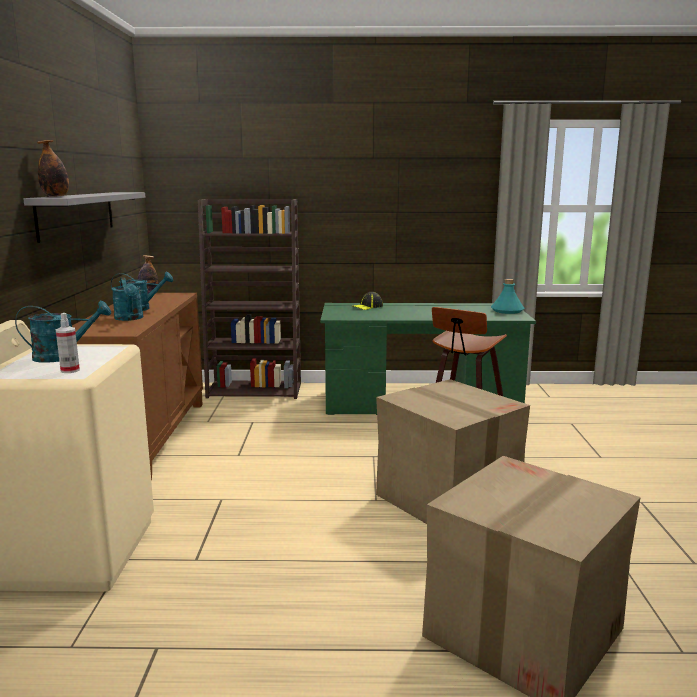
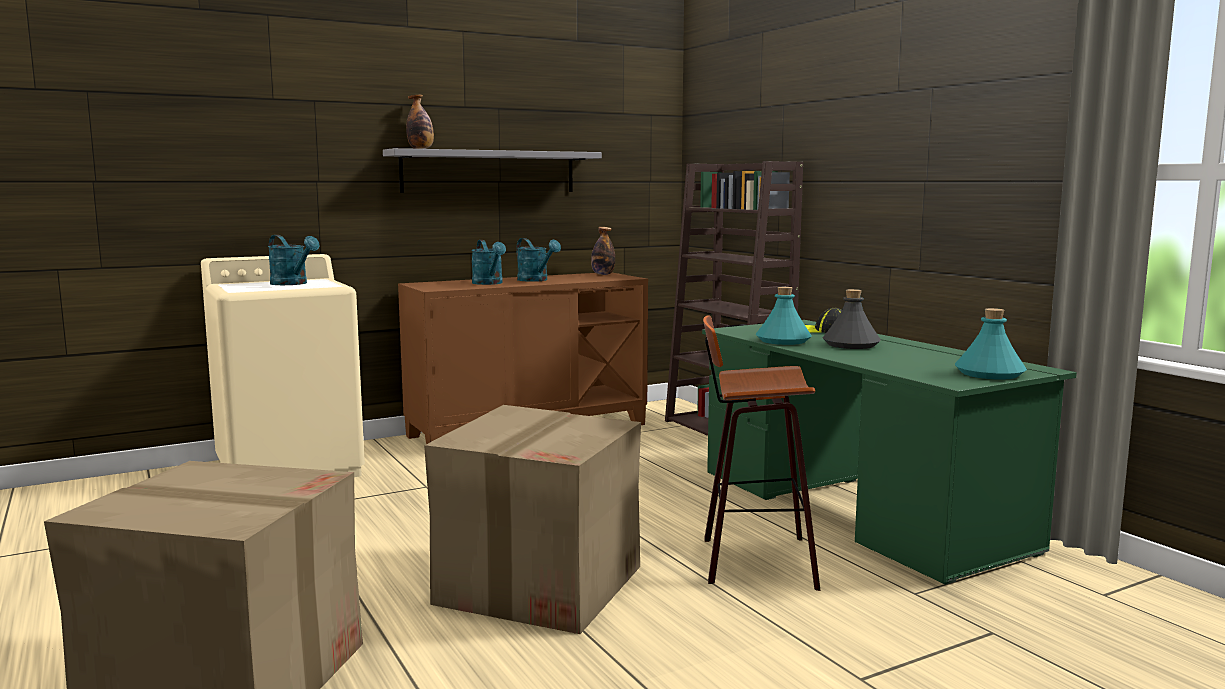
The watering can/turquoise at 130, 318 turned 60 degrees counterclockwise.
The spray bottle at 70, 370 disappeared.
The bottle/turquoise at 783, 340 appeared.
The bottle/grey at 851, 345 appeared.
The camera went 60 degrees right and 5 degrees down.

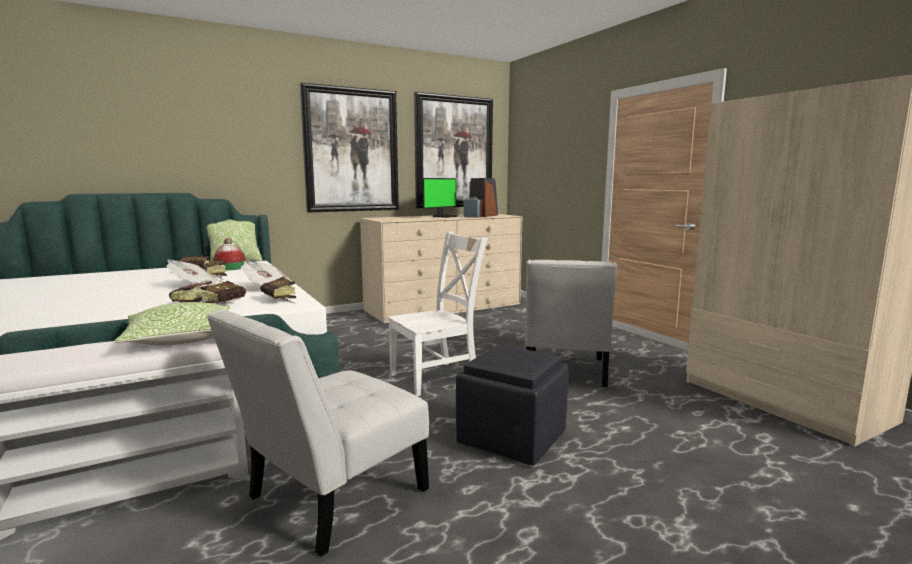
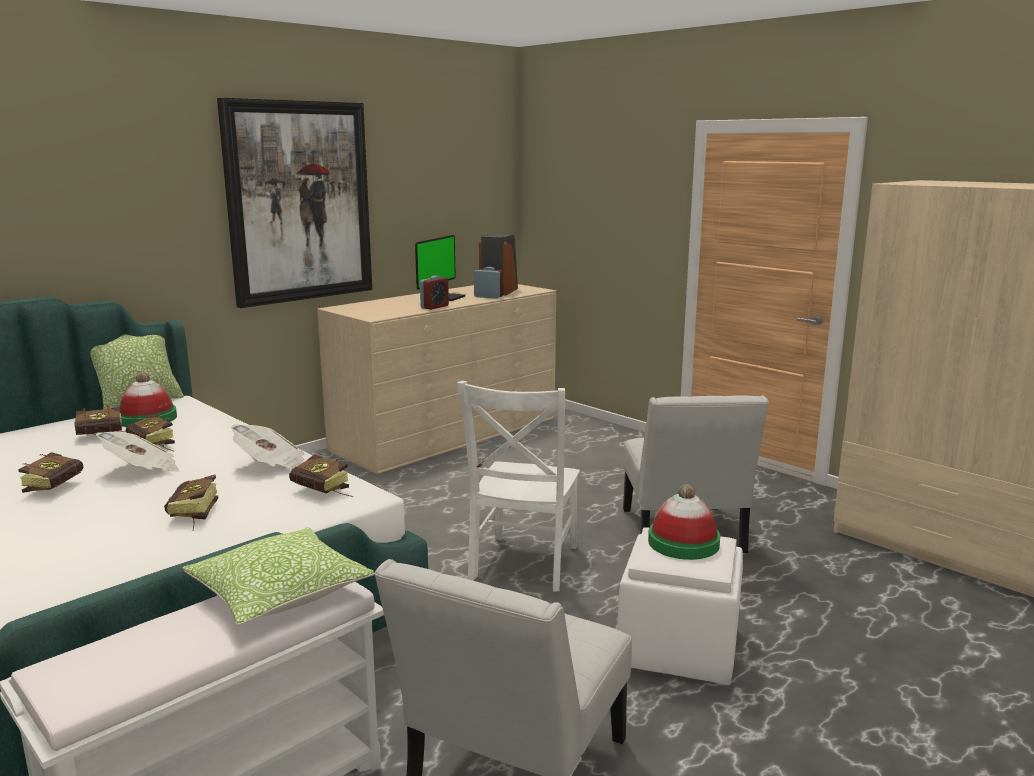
The picture at 453, 152 disappeared.
The chair/white at 437, 377 turned 150 degrees clockwise.
The book moved from 228, 304 to 58, 486.
The ottoman/black at 513, 438 became the ottoman/white at 679, 648.
The alarm clock at 434, 307 appeared.
The hat at 683, 543 appeared.
The camera went 15 degrees left and 5 degrees up.

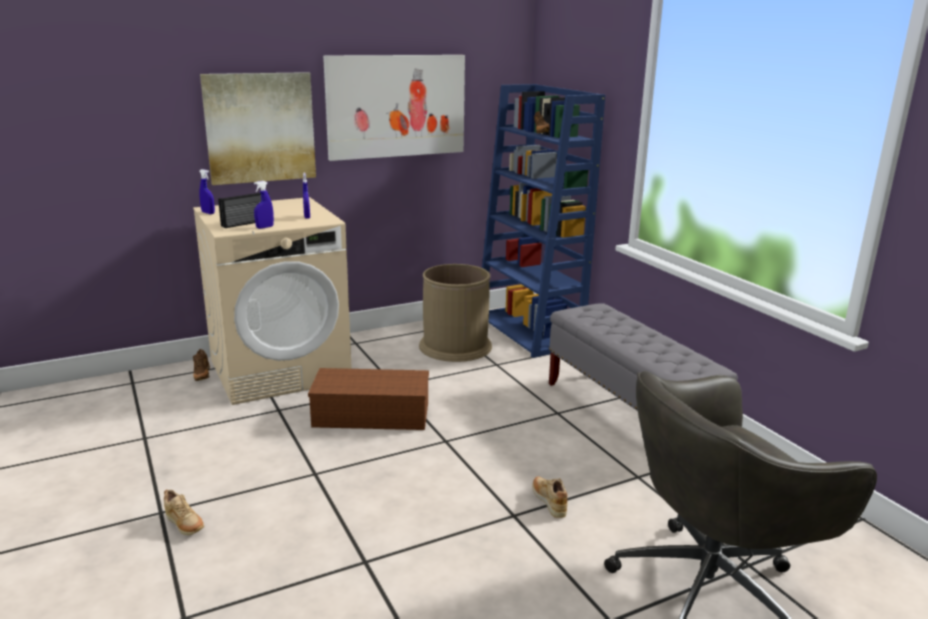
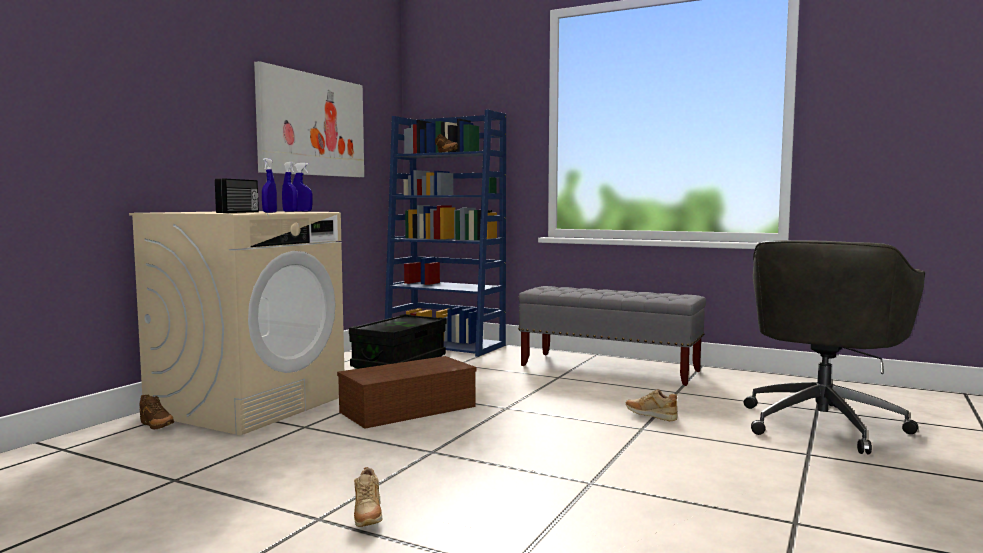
The picture at 260, 127 disappeared.
The spray bottle/blue moved from 208, 213 to 302, 211.
The trash can/brown at 455, 346 was replaced by the storage box/black at 399, 362.
The shoe/beige at 184, 525 turned 75 degrees clockwise.
The camera went 35 degrees left and 15 degrees down.

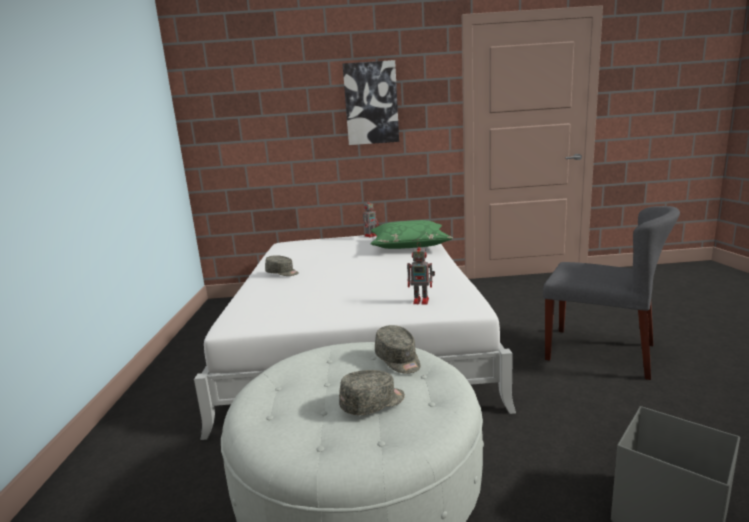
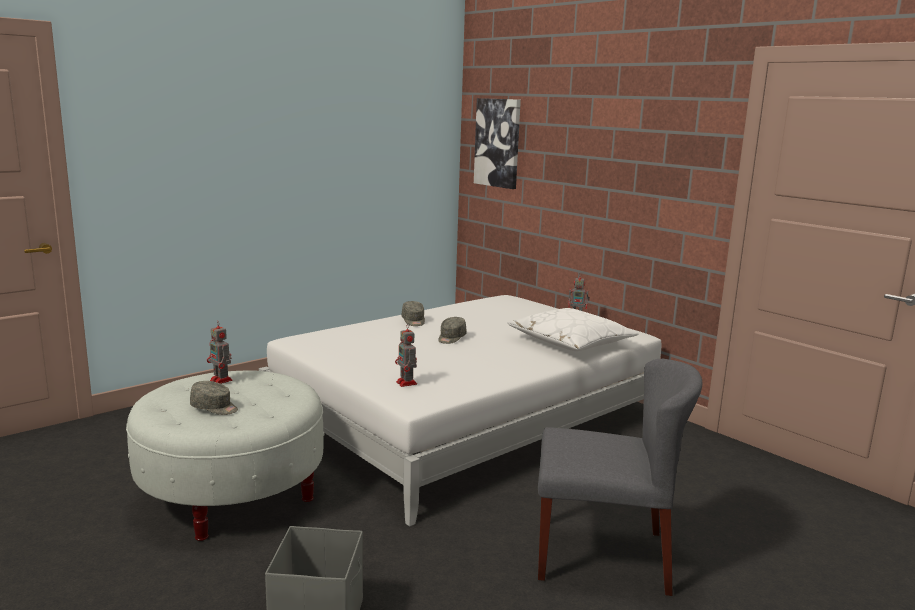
The picture moved from 371, 103 to 498, 143.
The chair/grey at 601, 352 turned 75 degrees counterclockwise.
The pillow/green at 409, 245 became the pillow/white at 571, 342.
The cap/grey moved from 398, 360 to 451, 338.
The toy robot at 221, 380 appeared.
The camera went 50 degrees right and 0 degrees up.

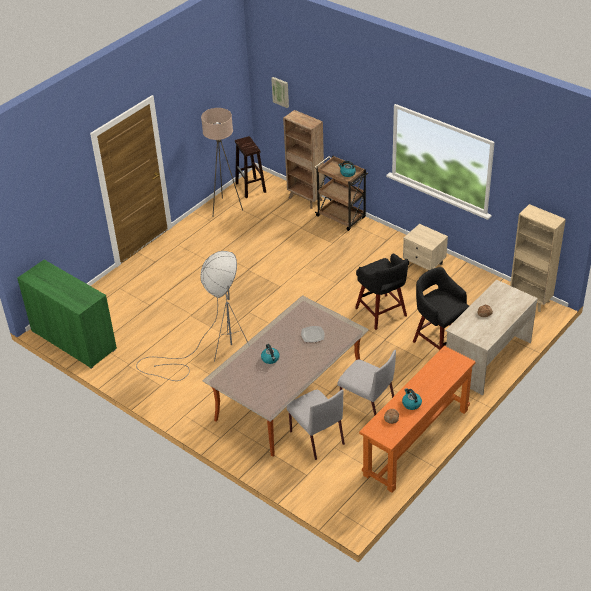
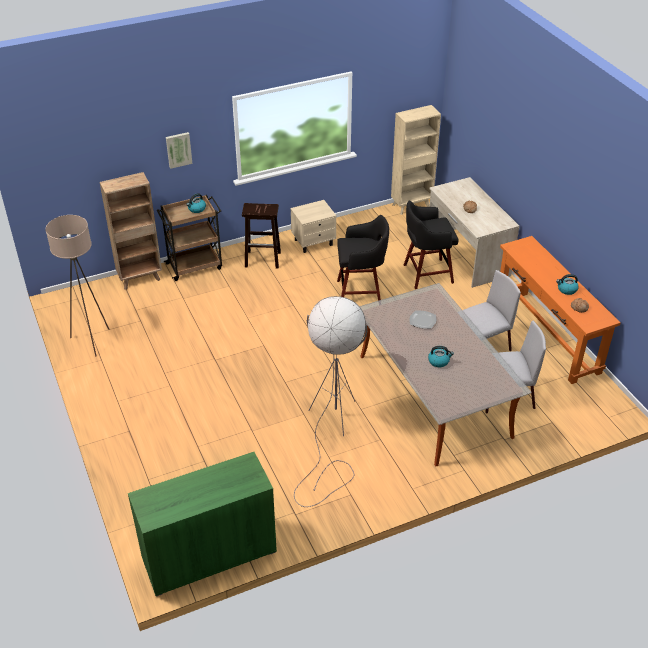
The picture moved from 281, 91 to 178, 149.
The stool/brown moved from 251, 188 to 263, 259.
The camera went 65 degrees left and 0 degrees up.

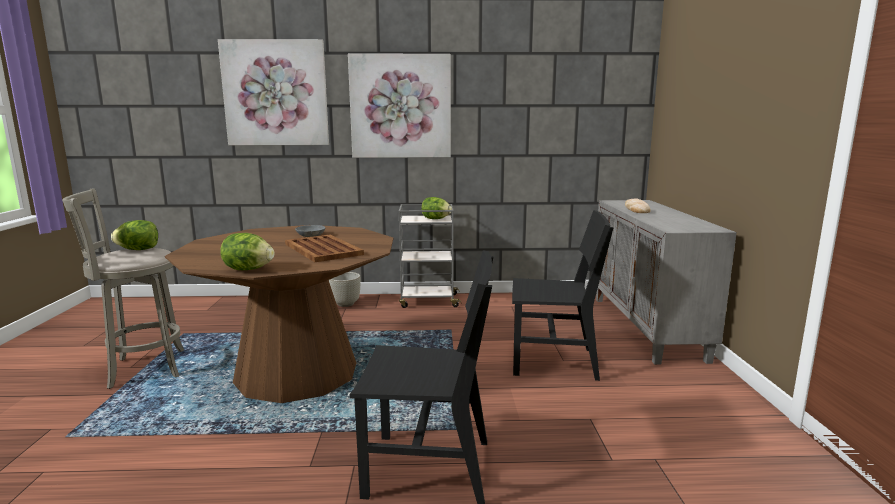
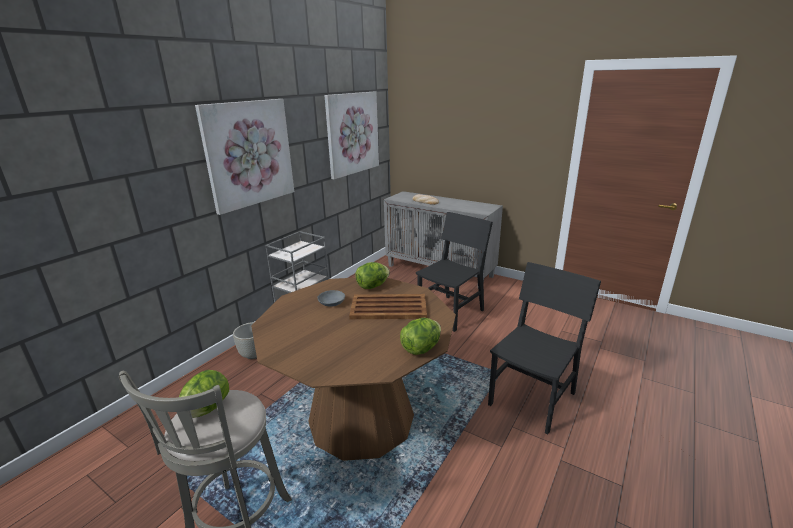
The picture moved from 275, 93 to 352, 133.
The lettuce moved from 435, 219 to 372, 286.
The camera went 55 degrees left and 10 degrees up.

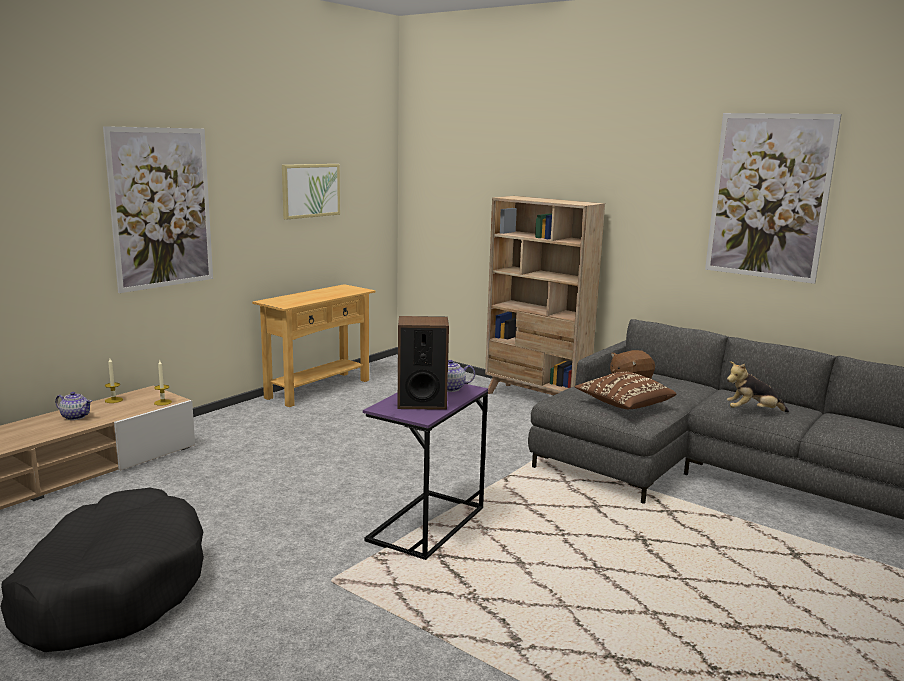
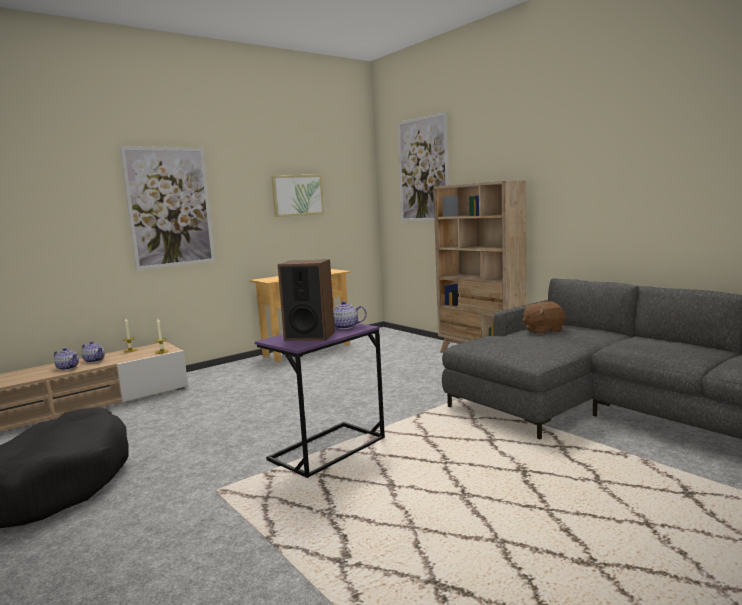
The picture moved from 769, 197 to 423, 169.
The plush toy at 752, 412 disappeared.
The pillow/brown at 623, 404 disappeared.
The teapot at 67, 368 appeared.
The camera went 15 degrees right and 5 degrees down.

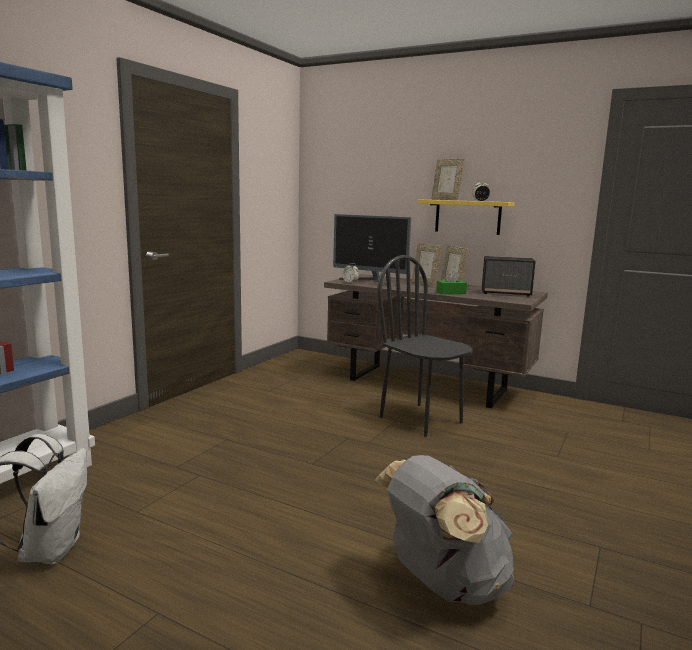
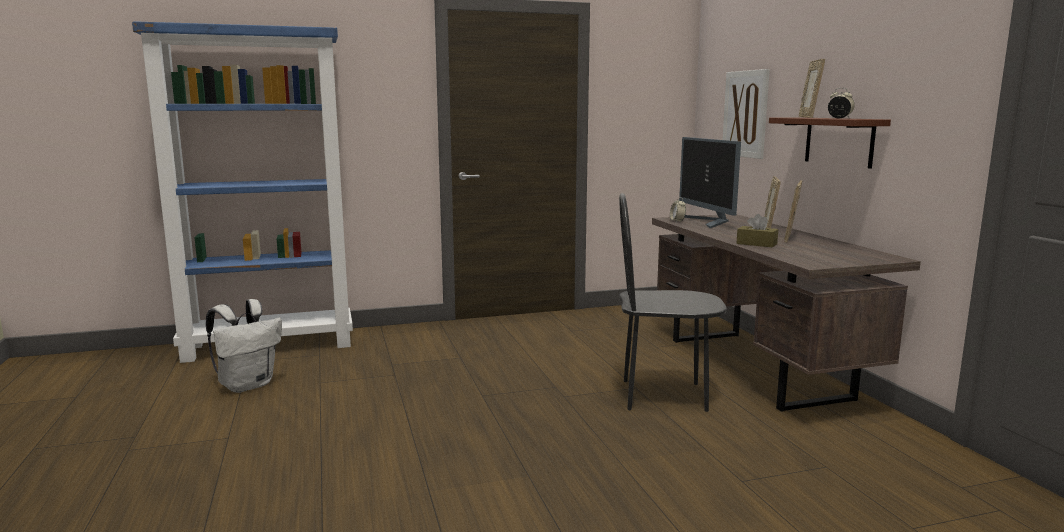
The shelf/yellow at 467, 217 became the shelf/brown at 839, 141.
The chair/black at 421, 419 turned 90 degrees counterclockwise.
The speaker at 506, 293 disappeared.
The tissue box/green at 451, 293 became the tissue box/brown at 756, 244.
The backpack/grey at 443, 583 disappeared.
The picture at 745, 114 appeared.
The camera went 45 degrees right and 0 degrees up.

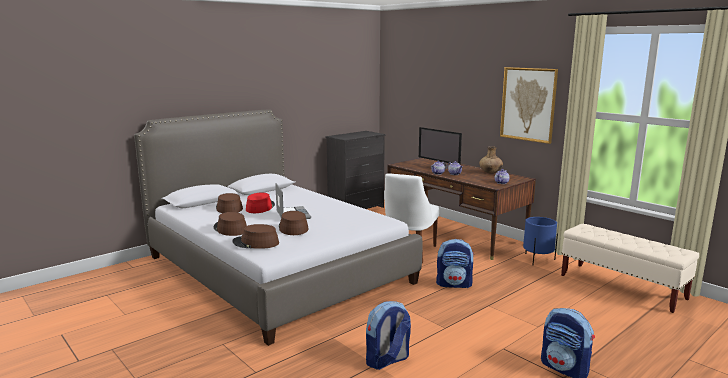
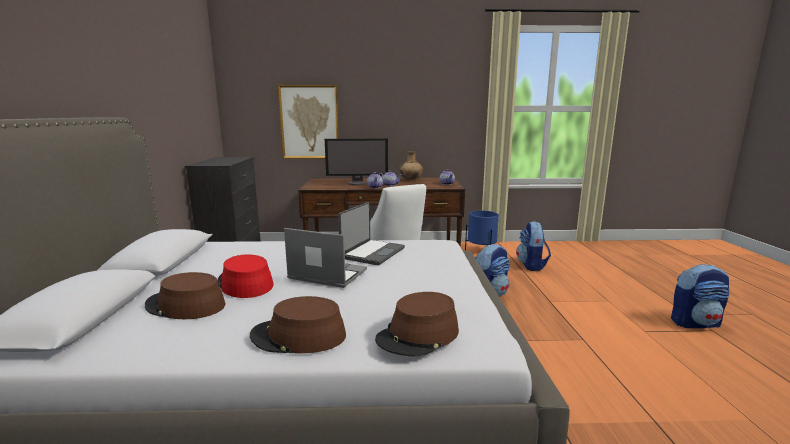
The picture moved from 528, 104 to 309, 122.
The hat/brown at 293, 228 disappeared.
The bench/beige at 622, 287 disappeared.
The backpack moved from 387, 361 to 531, 265.
The laptop at 372, 253 appeared.
The camera went 50 degrees left and 0 degrees up.

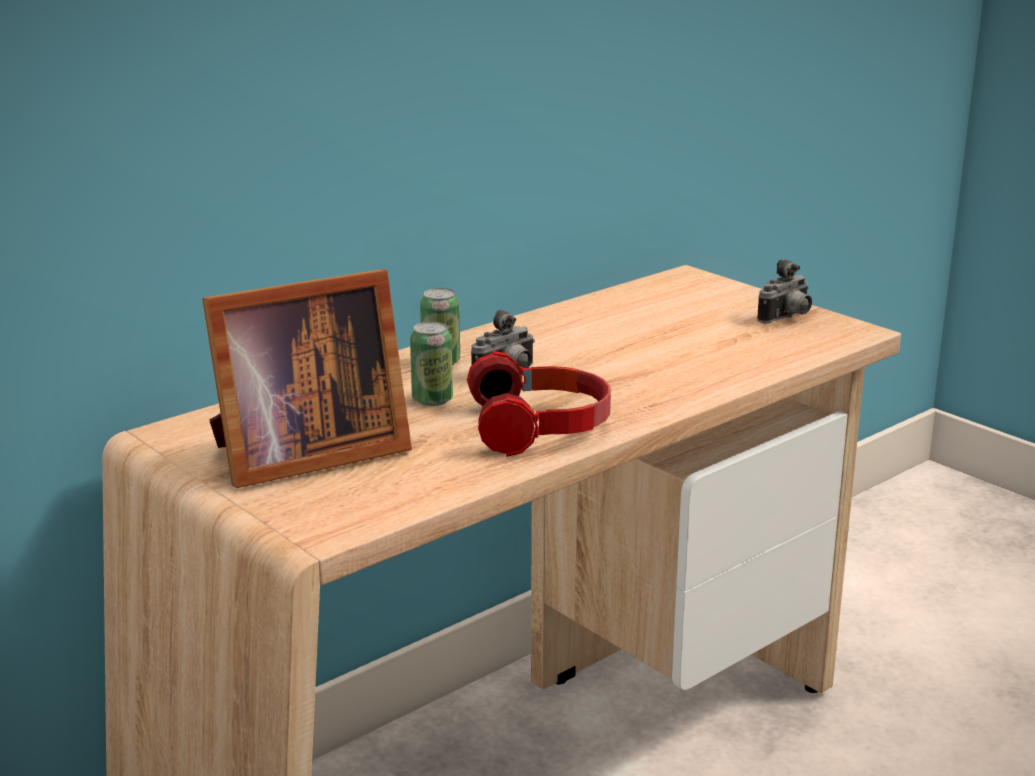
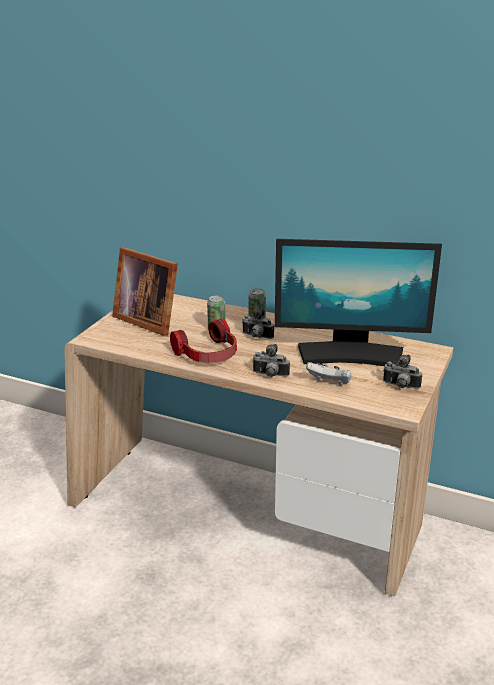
The monitor at 350, 354 appeared.
The photo camera at 270, 375 appeared.
The game controller/white at 329, 384 appeared.
The camera went 65 degrees right and 5 degrees up.

